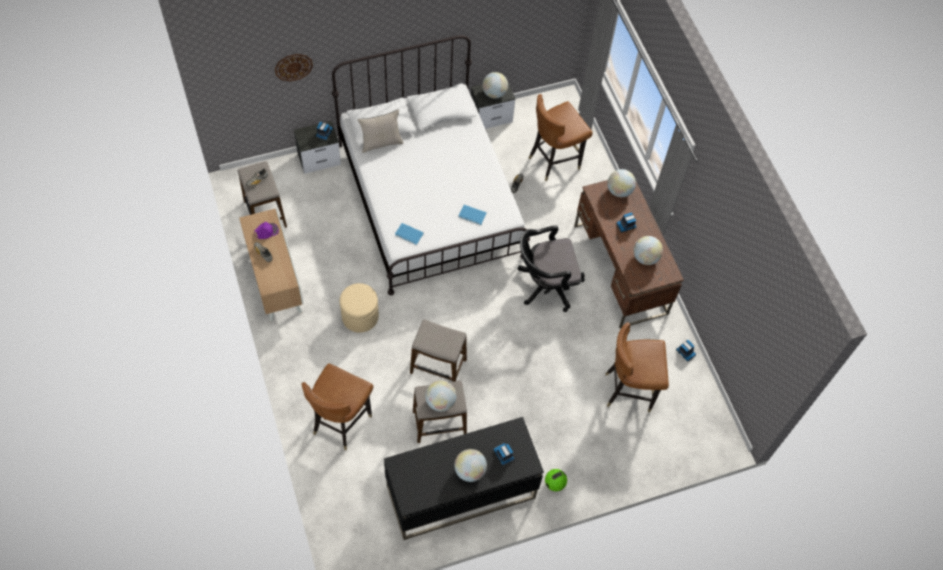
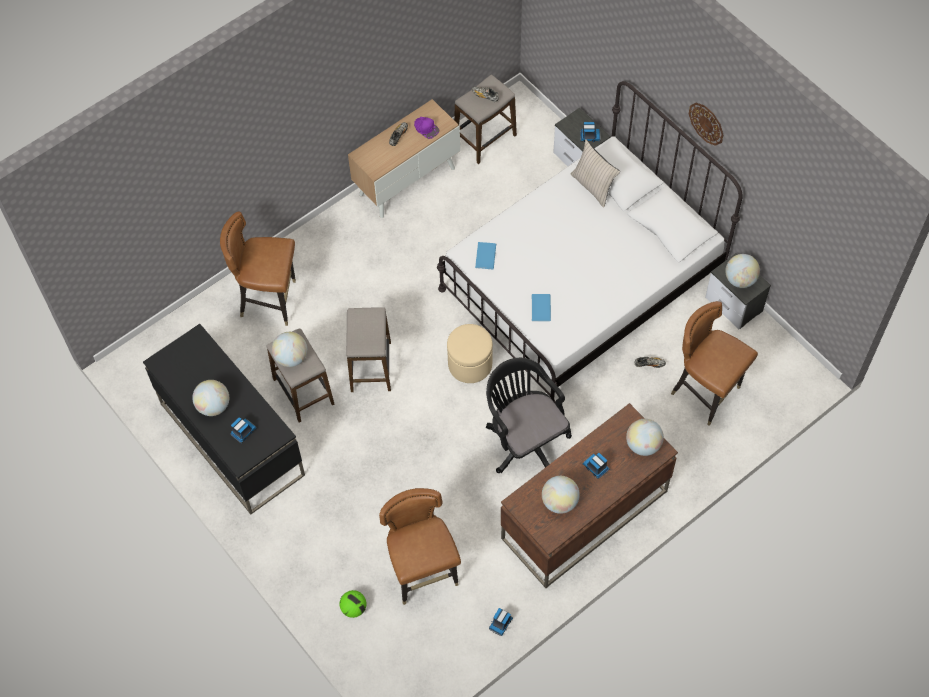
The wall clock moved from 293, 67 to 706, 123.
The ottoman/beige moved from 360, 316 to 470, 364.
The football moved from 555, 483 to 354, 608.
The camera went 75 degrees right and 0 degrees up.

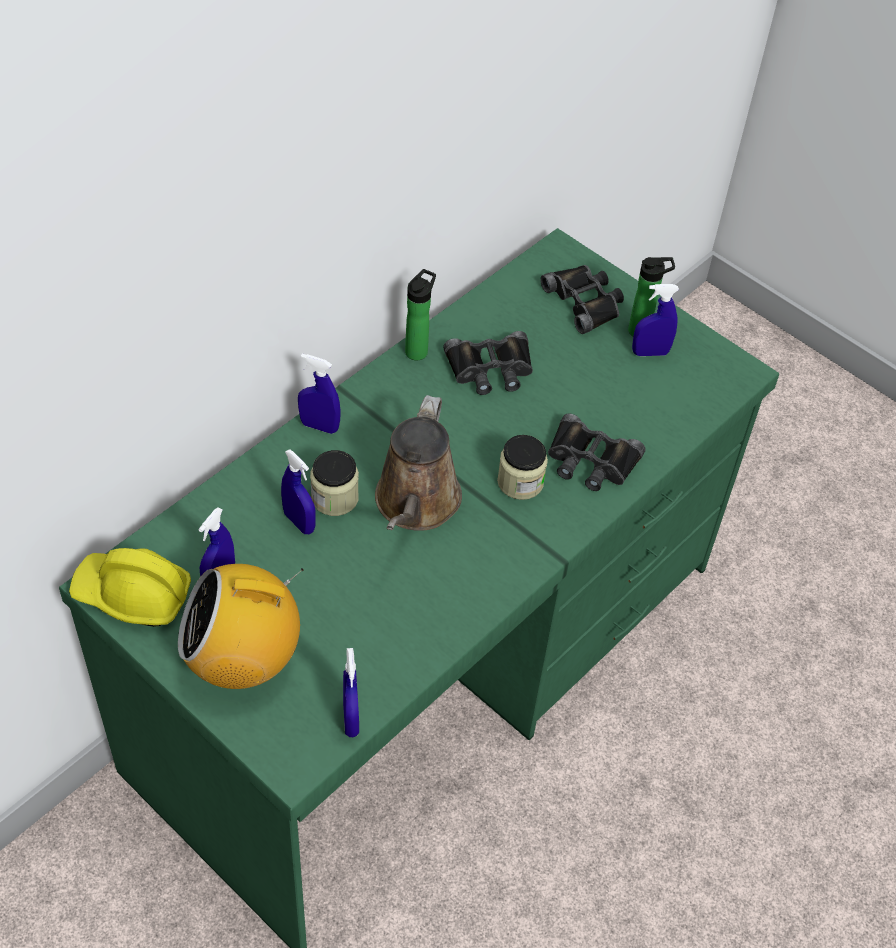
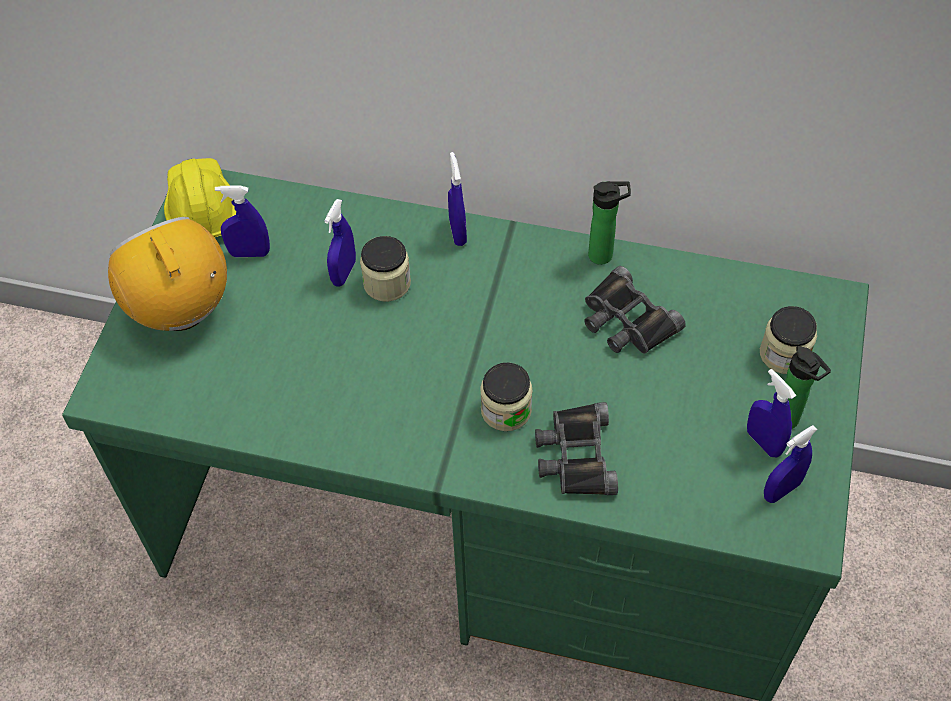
The binoculars/black at 585, 302 was replaced by the jar at 784, 354.
The watering can/brown at 416, 504 disappeared.
The spray bottle/blue moved from 351, 719 to 781, 490.
The camera went 65 degrees right and 5 degrees up.

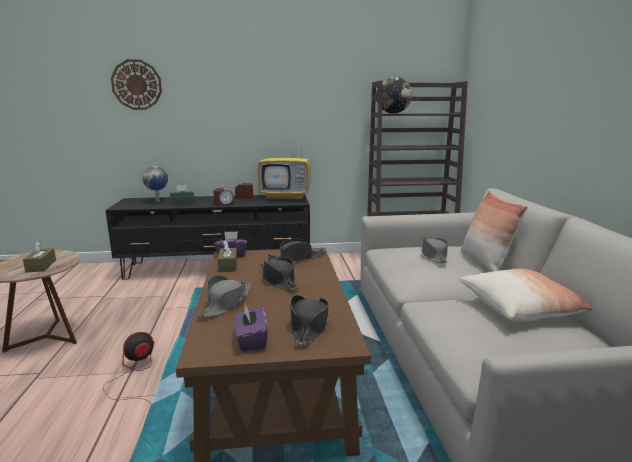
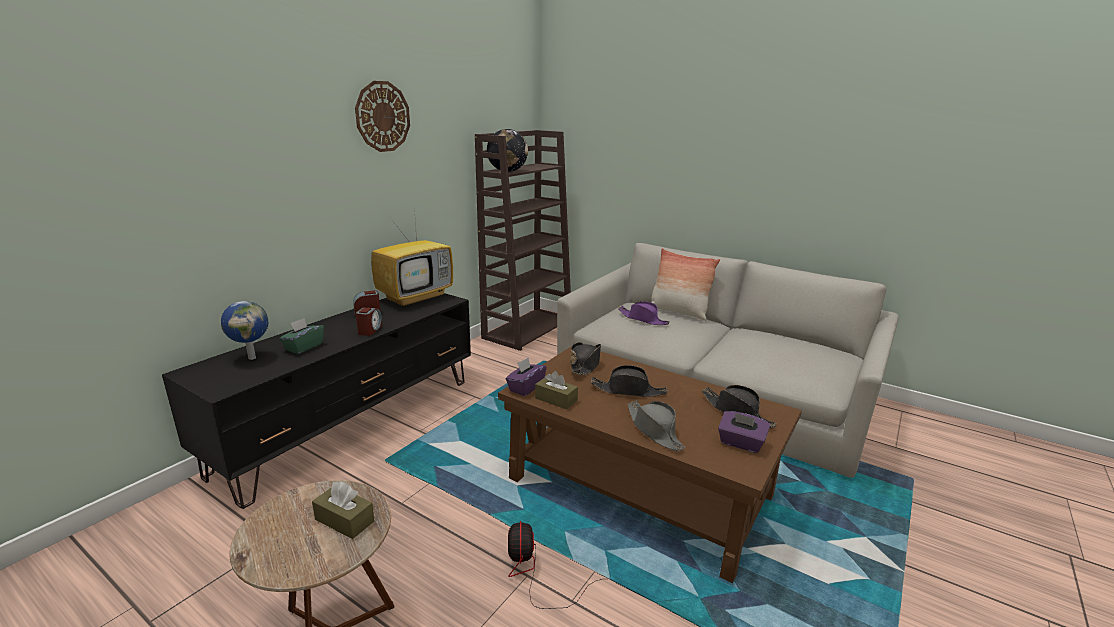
The wall clock moved from 136, 85 to 382, 116.
The hat/grey at 433, 255 became the hat/purple at 643, 319.
The pillow at 521, 309 disappeared.
The camera went 50 degrees left and 5 degrees up.

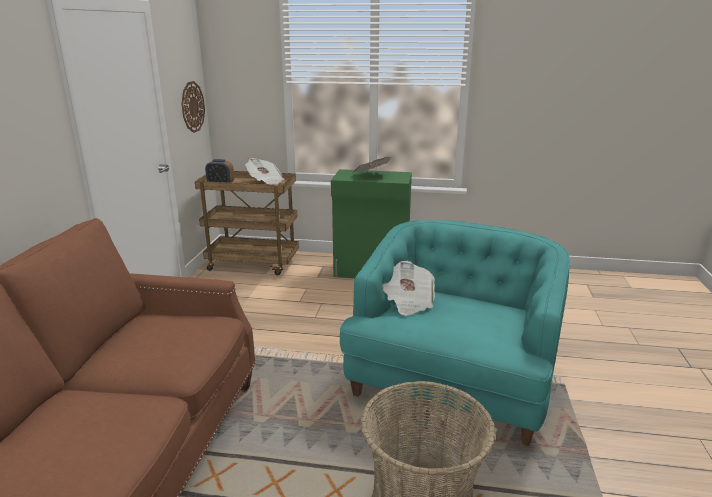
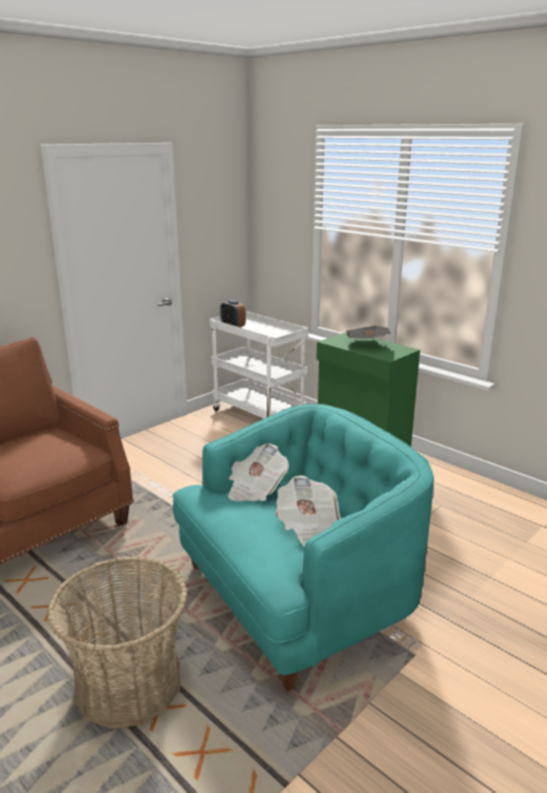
The wall clock at 192, 107 disappeared.
The newspaper moved from 265, 182 to 308, 527.
The cart/brown at 254, 264 became the cart/white at 259, 414.
The camera went 35 degrees right and 0 degrees up.

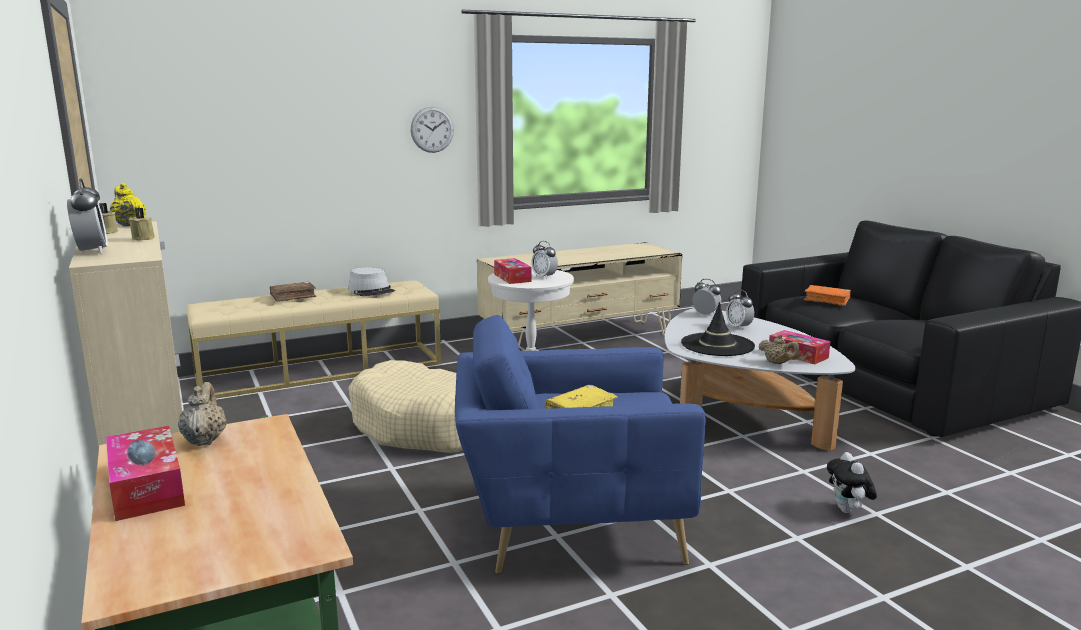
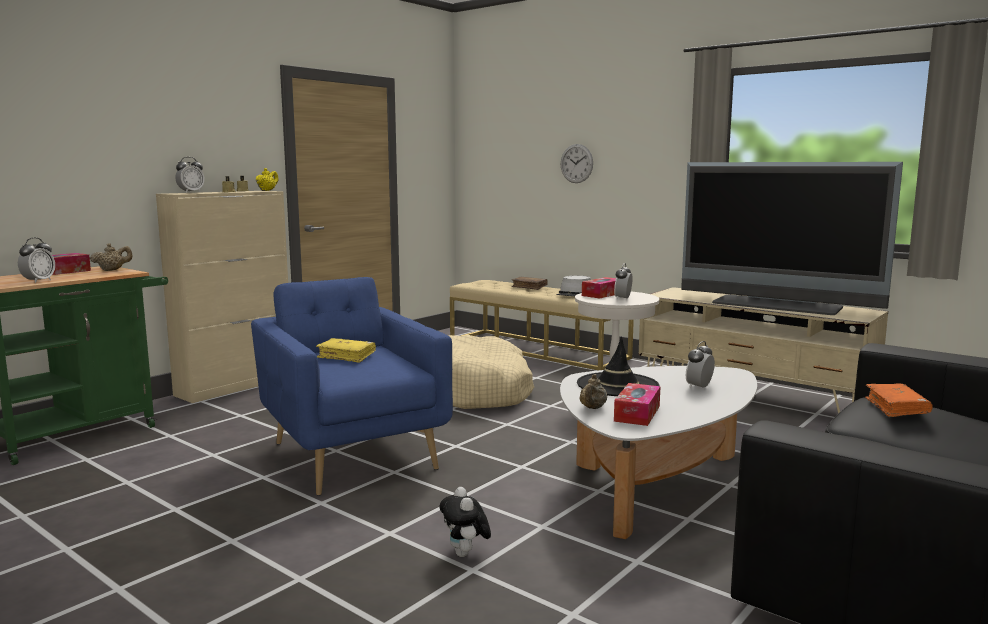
The wall clock moved from 432, 129 to 576, 163.
The alarm clock moved from 705, 314 to 38, 281.
The plush toy at 848, 511 turned 75 degrees counterclockwise.
The television at 777, 305 appeared.
The camera went 65 degrees right and 5 degrees down.

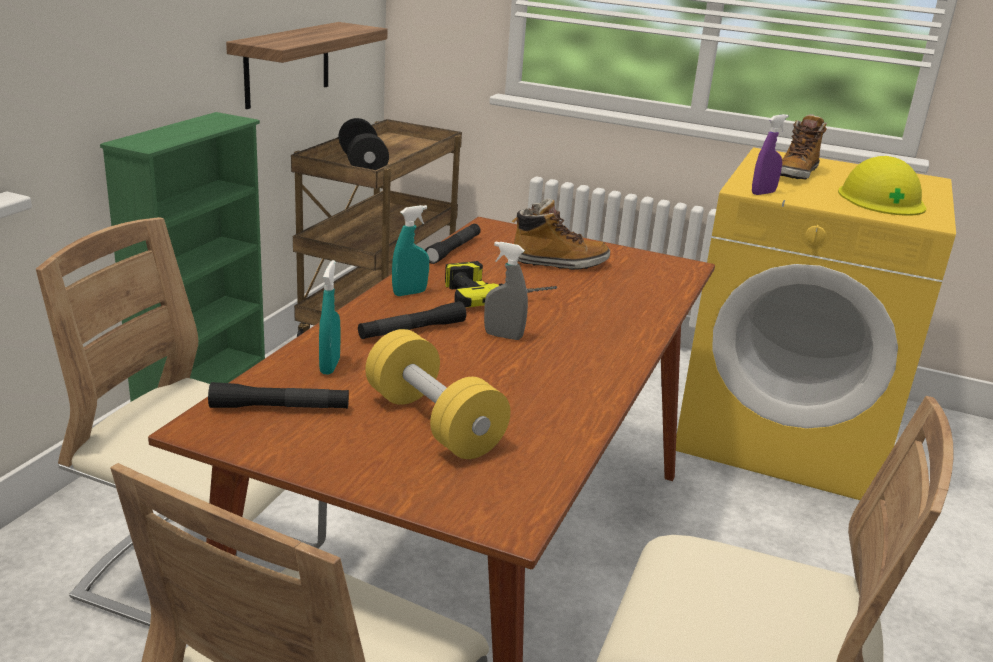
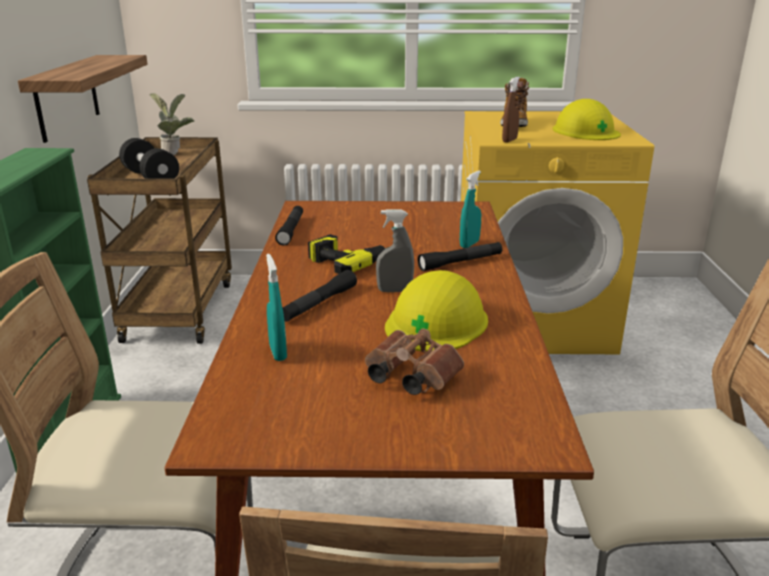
The spray bottle/purple at 763, 193 became the spray bottle/brown at 509, 140.
The boot at 558, 263 disappeared.
The spray bottle/turquoise moved from 409, 293 to 469, 244.
The dumbbell/yellow at 433, 422 was replaced by the binoculars/brown at 408, 377.
The flashlight/black moved from 280, 408 to 460, 262.
The potted plant at 176, 153 appeared.
The hard hat/yellow at 436, 322 appeared.
The camera went 20 degrees left and 0 degrees up.

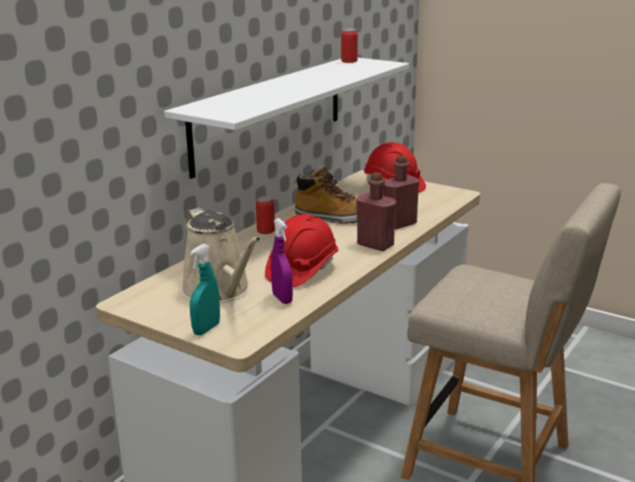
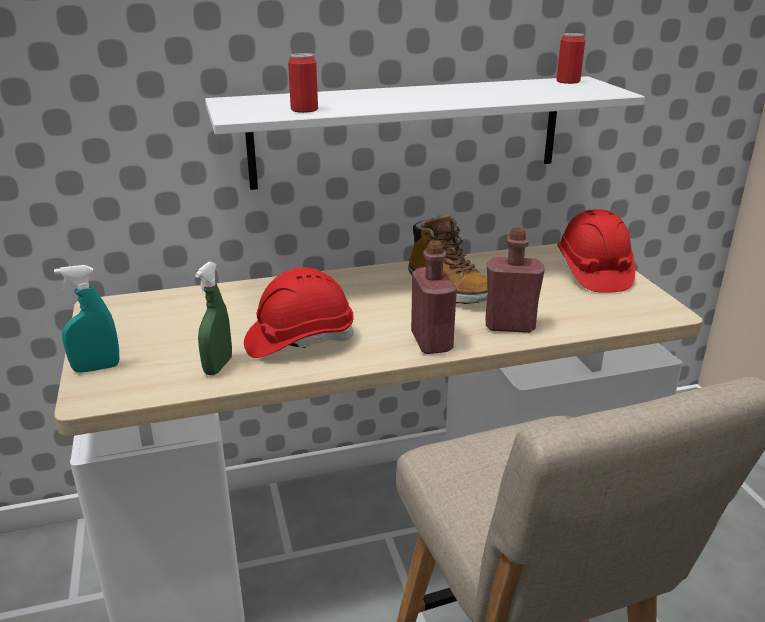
The can moved from 265, 231 to 304, 109.
The watering can/beige at 219, 291 disappeared.
The spray bottle/purple at 282, 298 became the spray bottle/green at 218, 366.
The camera went 40 degrees right and 5 degrees up.

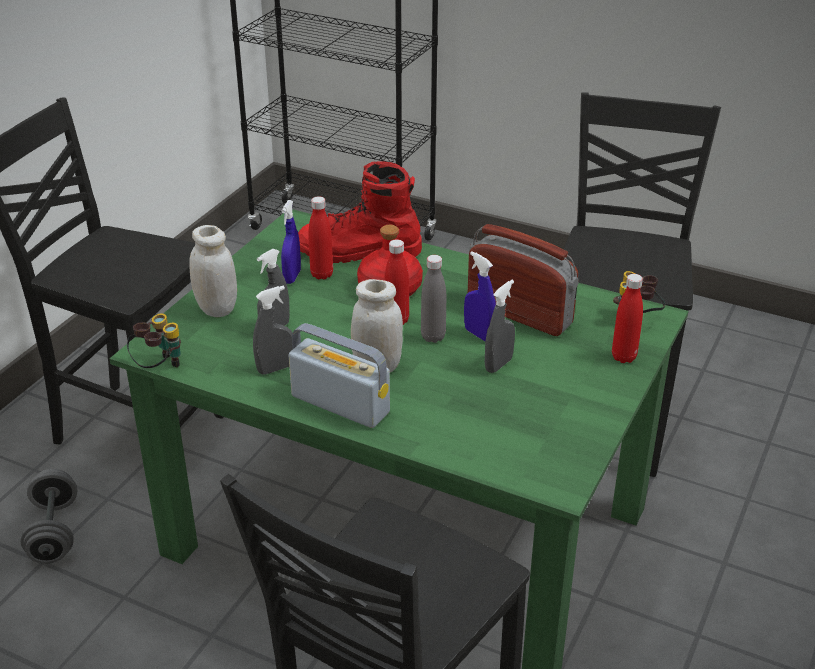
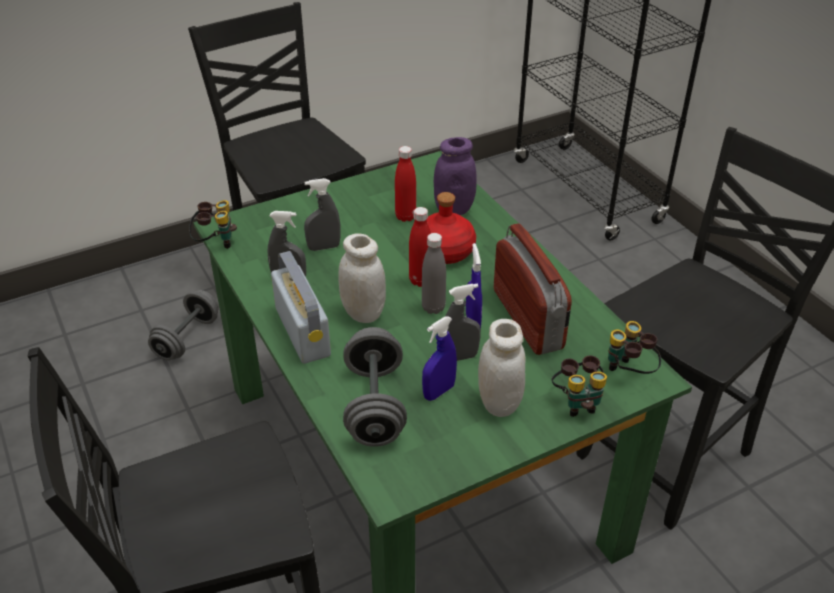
The boot/red at 358, 252 was replaced by the jar/purple at 454, 209.
The spray bottle/blue moved from 292, 277 to 439, 391.
The jar/white moved from 217, 309 to 499, 403.
The bottle/red at 623, 357 was replaced by the binoculars at 577, 402.
The dumbbell/grey at 374, 405 appeared.
The camera went 35 degrees right and 5 degrees up.

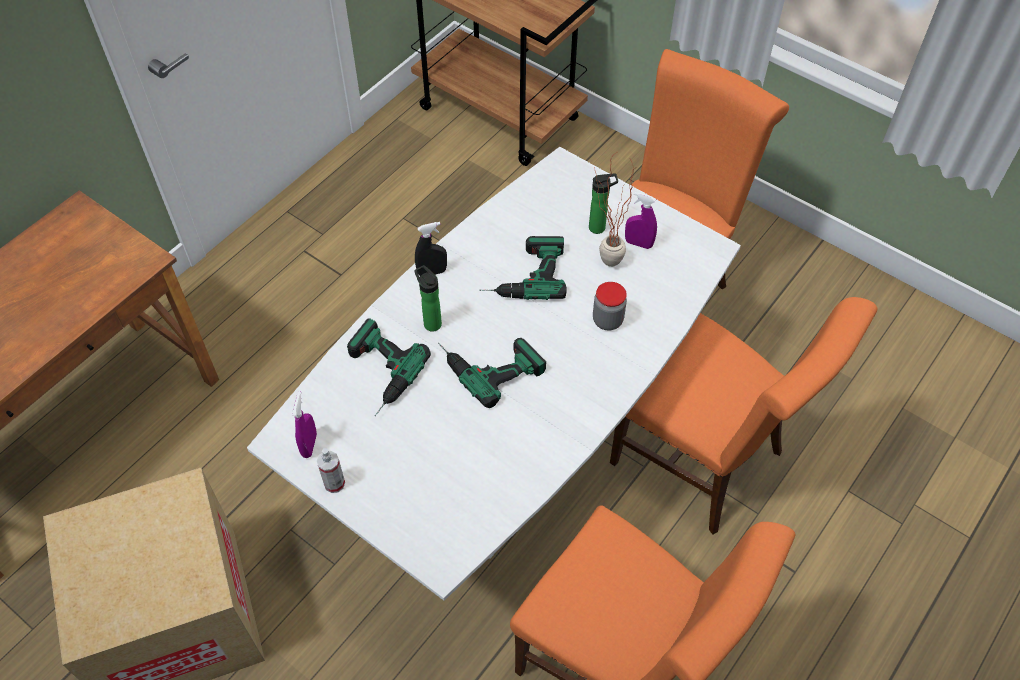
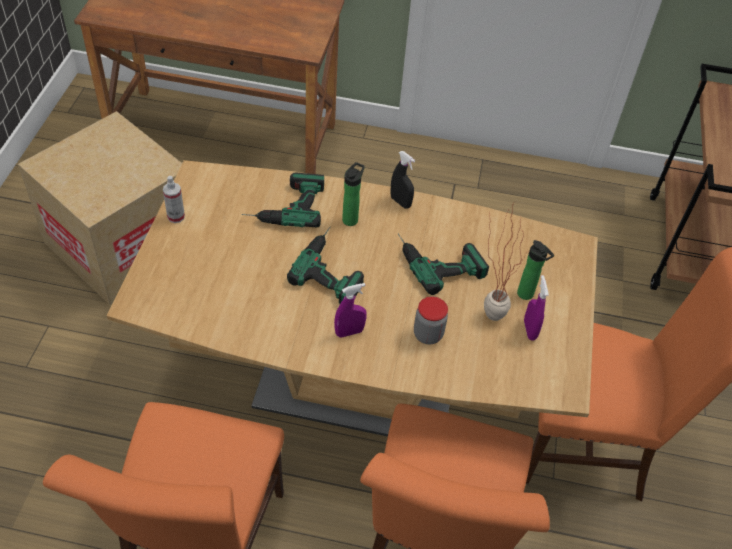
The dining table/white at 510, 451 became the dining table/brown at 356, 388.
The spray bottle/purple moved from 309, 445 to 349, 332.
The camera went 60 degrees right and 5 degrees down.

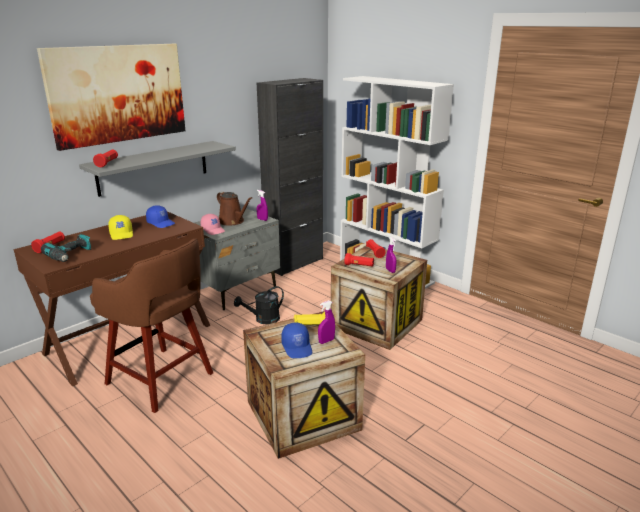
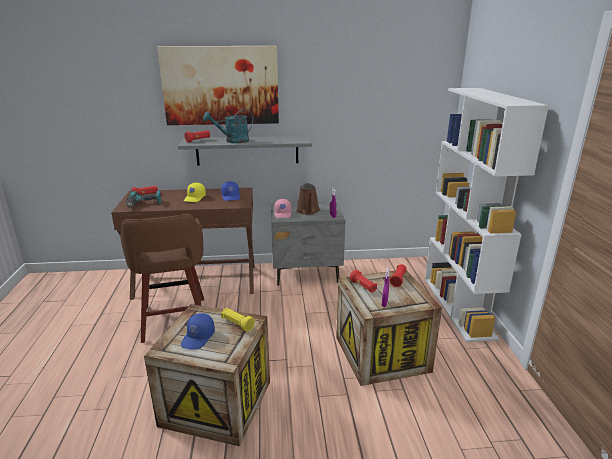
The cabinet/black at 294, 263 disappeared.
The watering can/black at 263, 320 disappeared.
The spray bottle/purple at 326, 341 disappeared.
The watering can/turquoise at 233, 141 appeared.
The camera went 40 degrees right and 0 degrees up.

